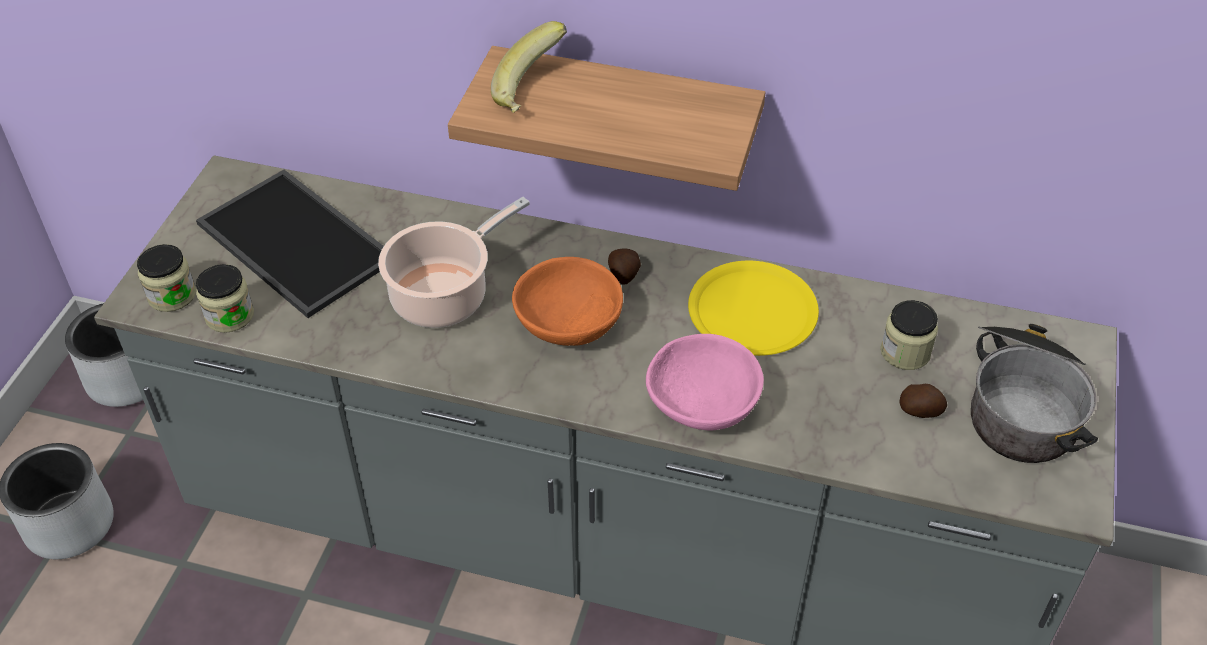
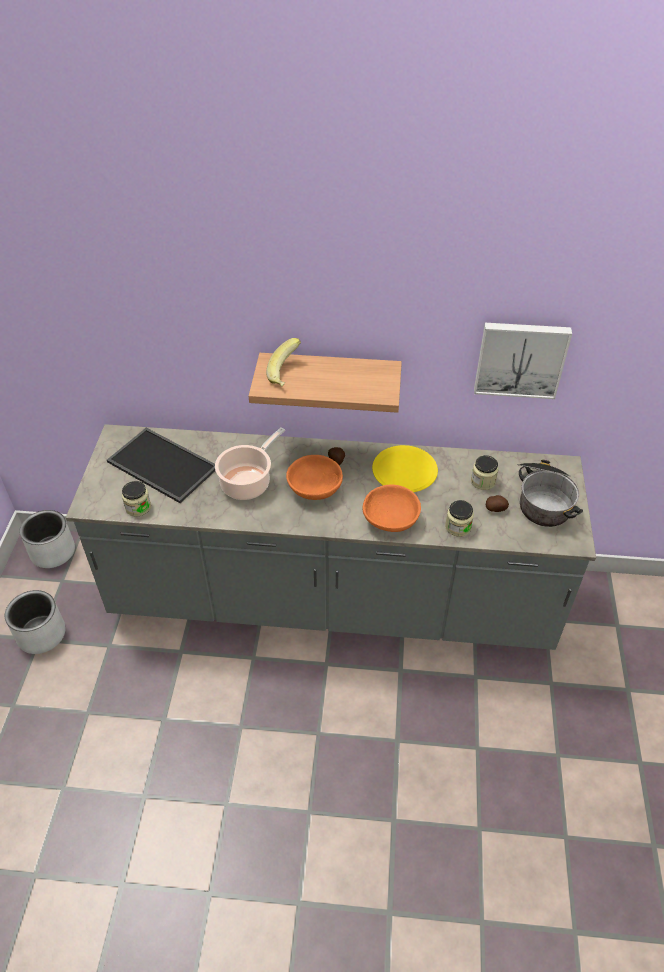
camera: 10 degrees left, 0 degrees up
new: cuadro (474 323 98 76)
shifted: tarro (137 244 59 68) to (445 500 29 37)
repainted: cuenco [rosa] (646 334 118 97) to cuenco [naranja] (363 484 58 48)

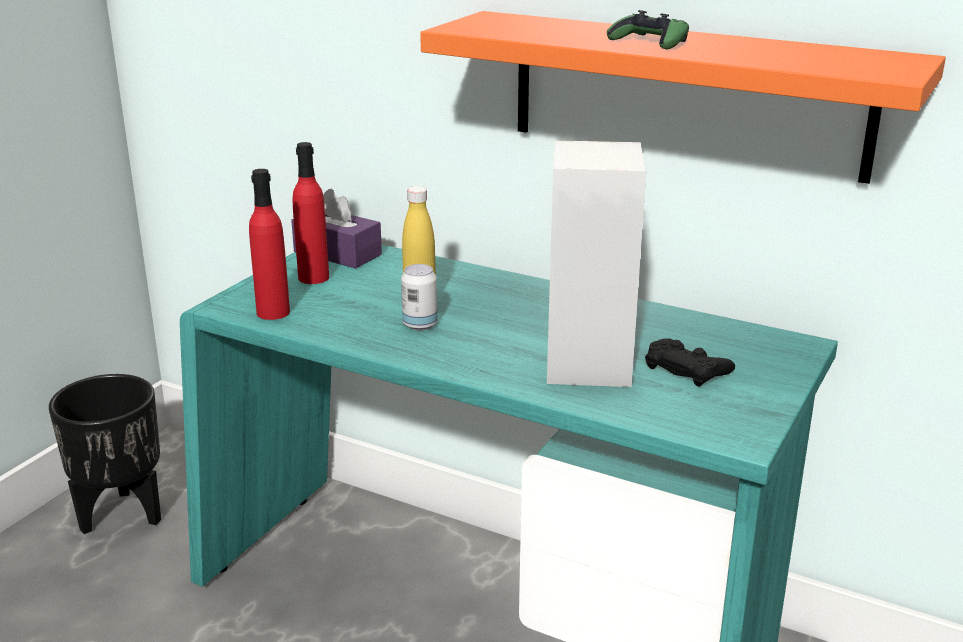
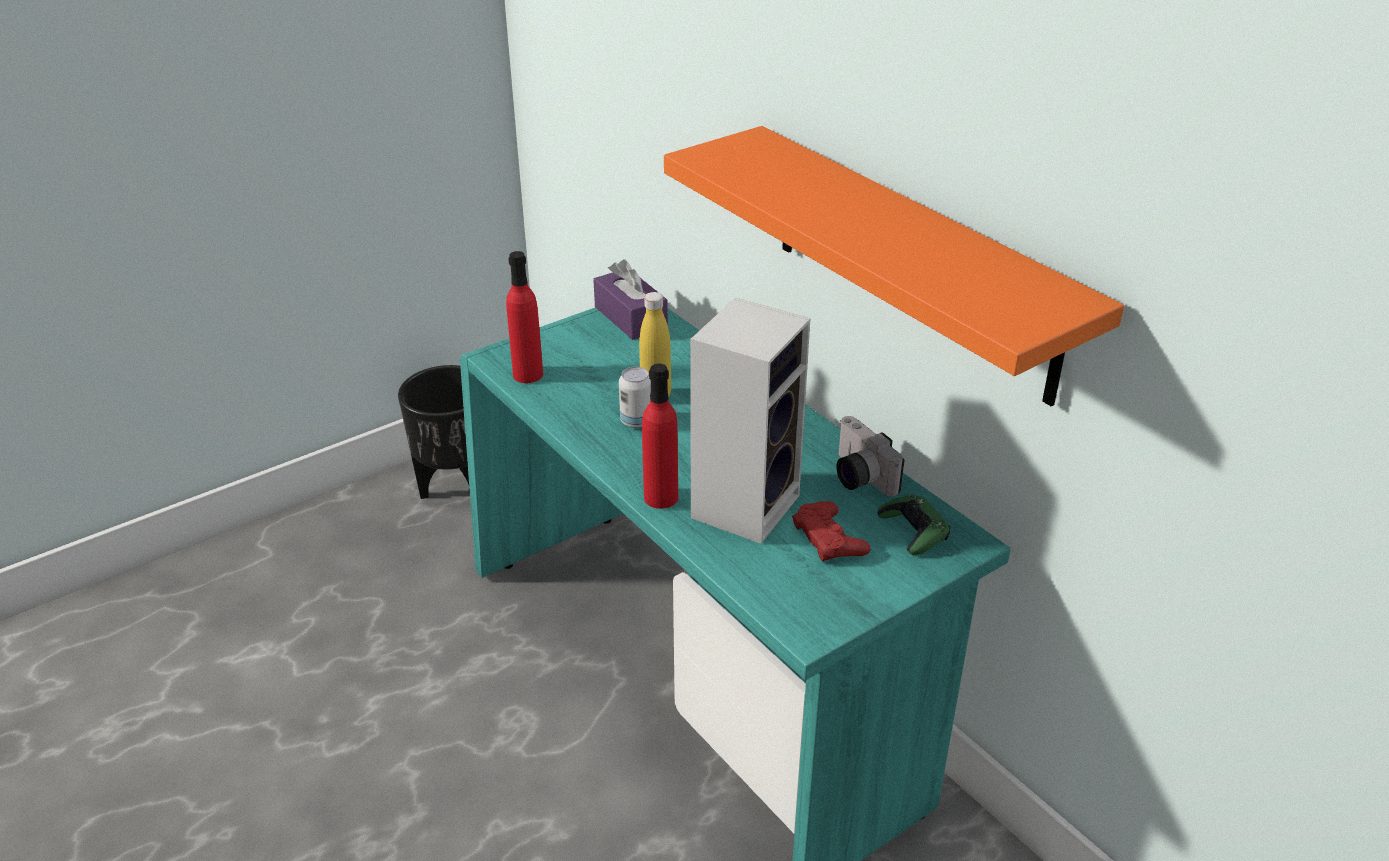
camera: 25 degrees right, 10 degrees up
new: cámara (836 416 69 81)
shifted: botella [rojo] (292 142 37 142) to (642 363 36 146); mando de consola [verde] (607 10 82 39) to (877 495 73 60)
repainted: mando de consola [negro] (645 339 90 48) to mando de consola [rojo] (792 501 79 61)

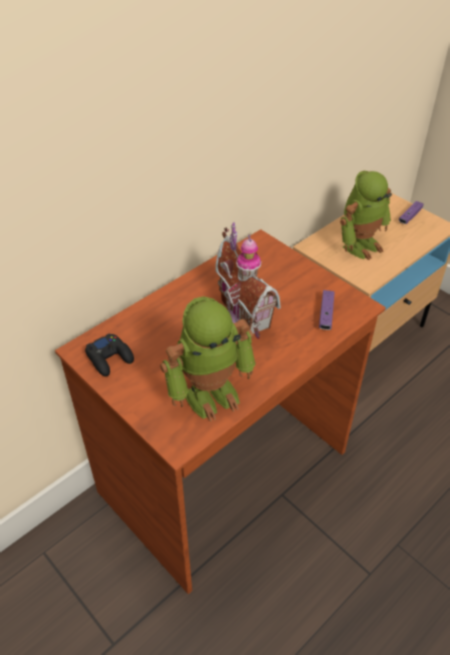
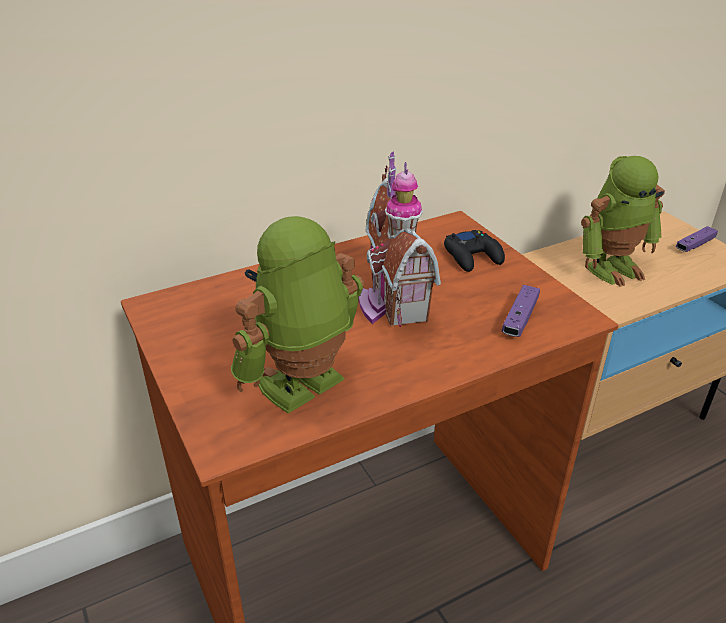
camera: 15 degrees right, 10 degrees down
shifted: mando de consola [negro] (85 333 49 44) to (444 230 61 42)
rotated: robot de juguete (160 296 96 126) = (231 216 133 198) 150 degrees clockwise

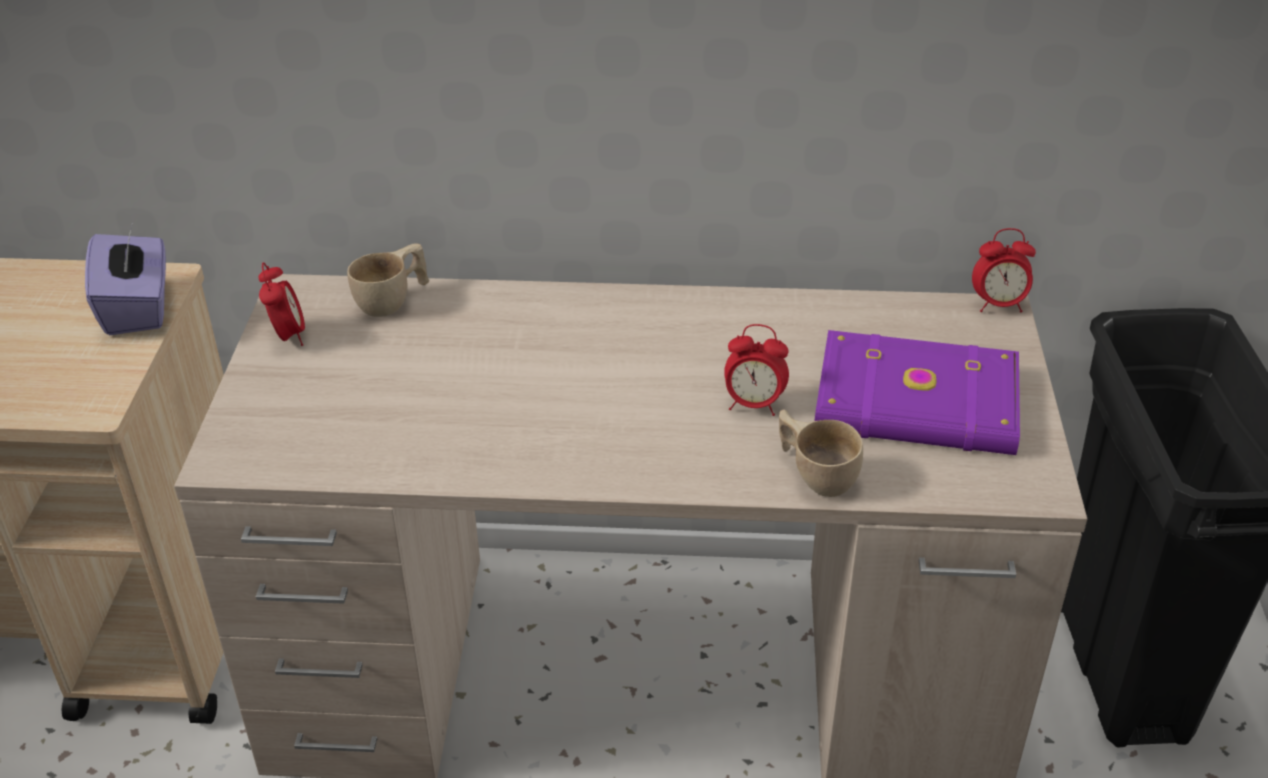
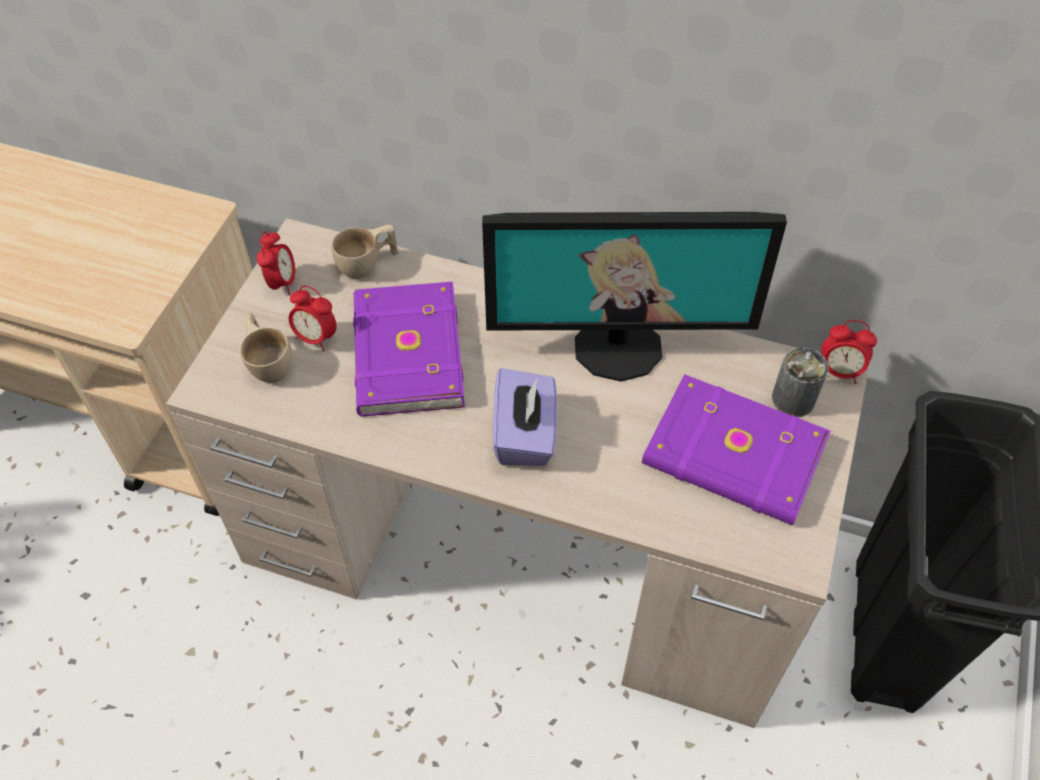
camera: 15 degrees right, 15 degrees up
new: libro [morado] (353 282 112 135); monitor (482 212 305 170); lata (772 348 57 69)
shifted: caja de pañuelos [morado] (85 223 81 112) to (493 368 64 98); despertador (724 324 65 92) to (289 286 48 65); taza [beis] (779 409 84 88) to (240 314 52 69)

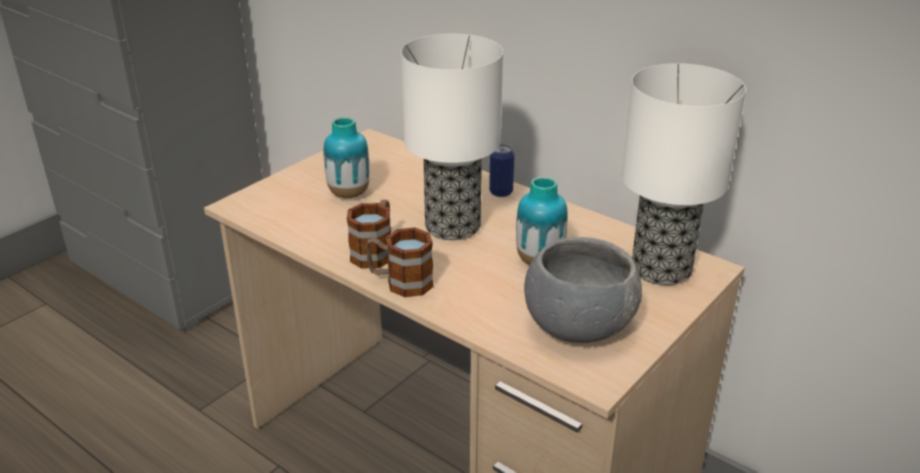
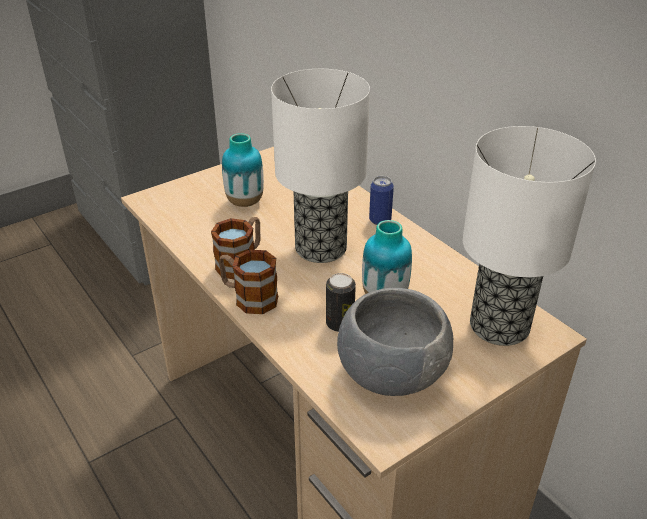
camera: 15 degrees right, 5 degrees up
new: lata (326 273 30 59)

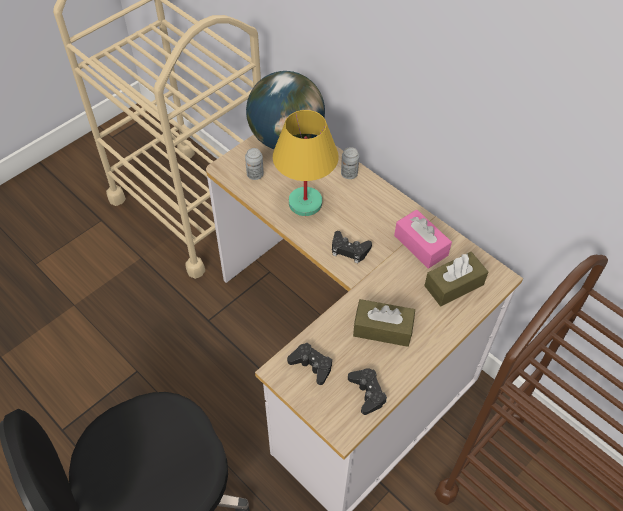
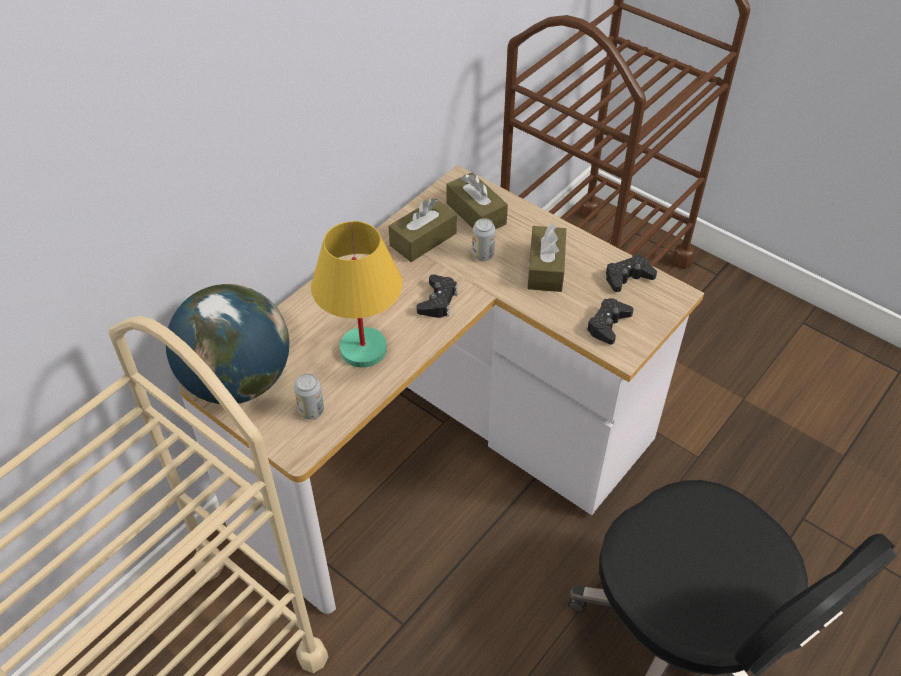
camera: 95 degrees left, 5 degrees down
shifted: lata (341 147 18 32) to (472 218 23 43)
repainted: caja de pañuelos [rosa] (394 210 58 59) to caja de pañuelos [marrón] (389 198 68 64)

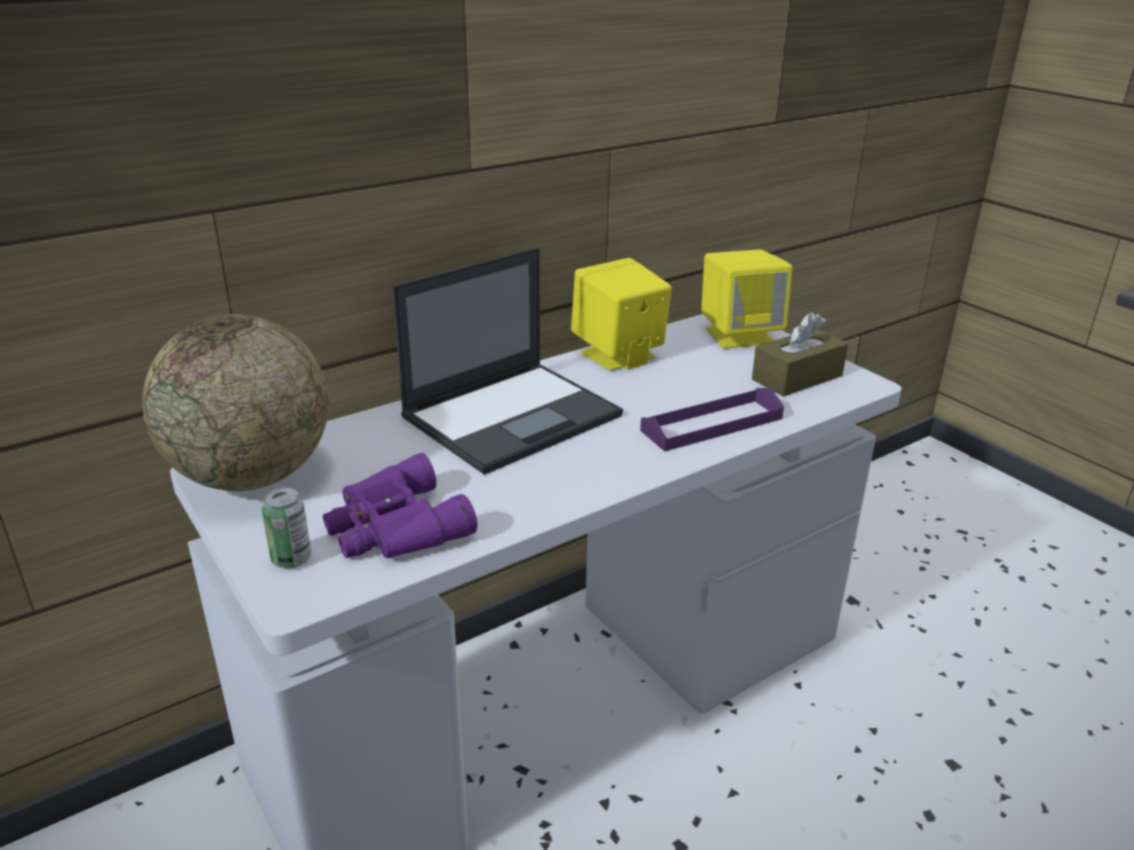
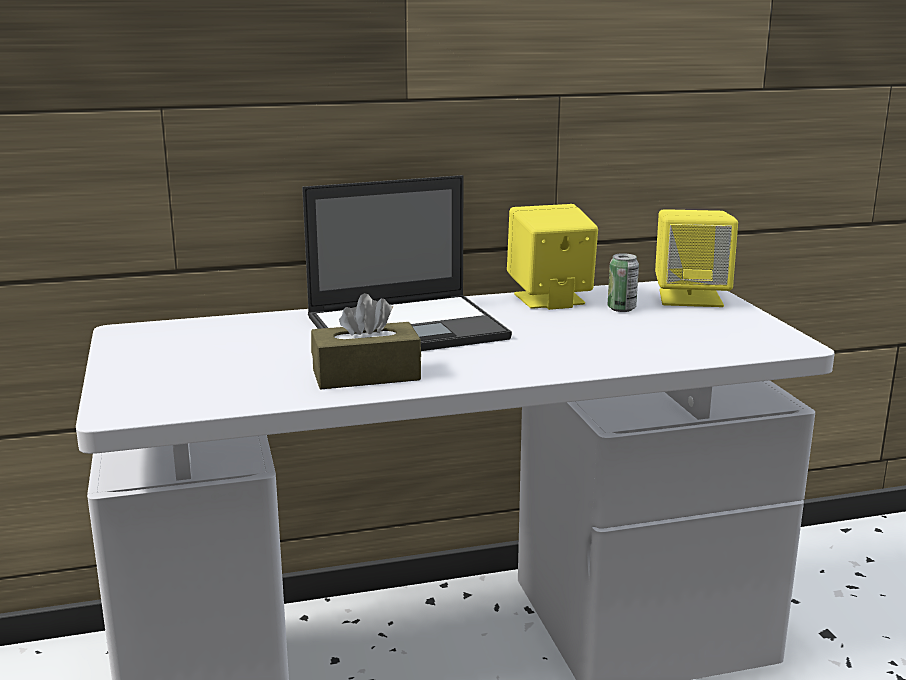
camera: 20 degrees right, 10 degrees down
gone: globo terráqueo (142 314 187 177); prismáticos [morado] (323 453 155 105); bandeja [morado] (640 388 144 64)
shifted: lata (262 488 49 80) to (608 253 31 59); caja de pañuelos [marrón] (752 312 96 85) to (311 293 110 96)

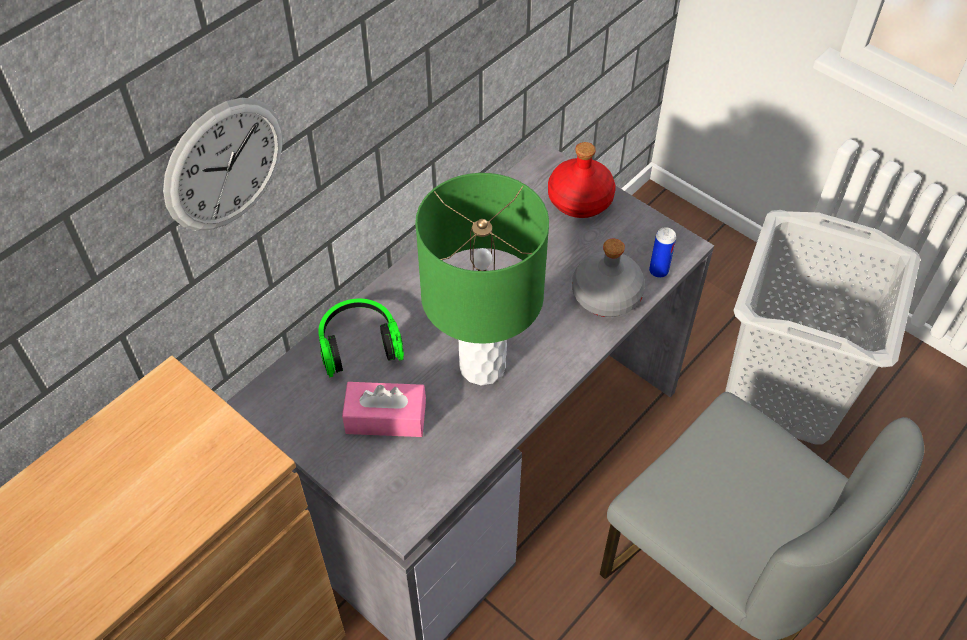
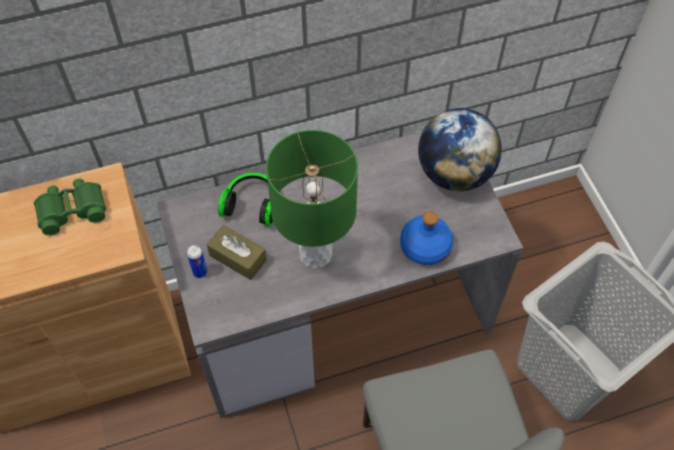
camera: 30 degrees right, 5 degrees up
gone: reloj de pared (163 98 120 133)
new: prismáticos [verde] (34 179 72 57)
shifted: lata (649 227 27 51) to (187 245 20 33)
swapped: botella [rojo] (548 142 68 76) to globo terráqueo (418 108 84 83)
repainted: caja de pañuelos [rosa] (342 382 84 55) to caja de pañuelos [marrón] (207 225 60 55); botella [gris] (572 239 73 78) to botella [azul] (400 211 53 54)

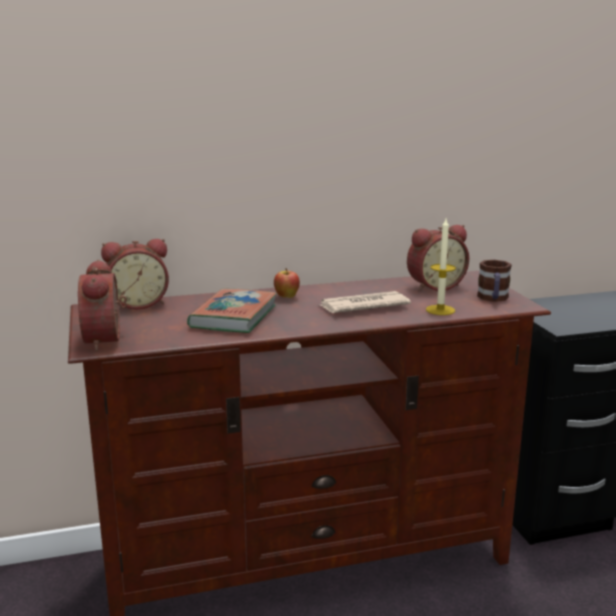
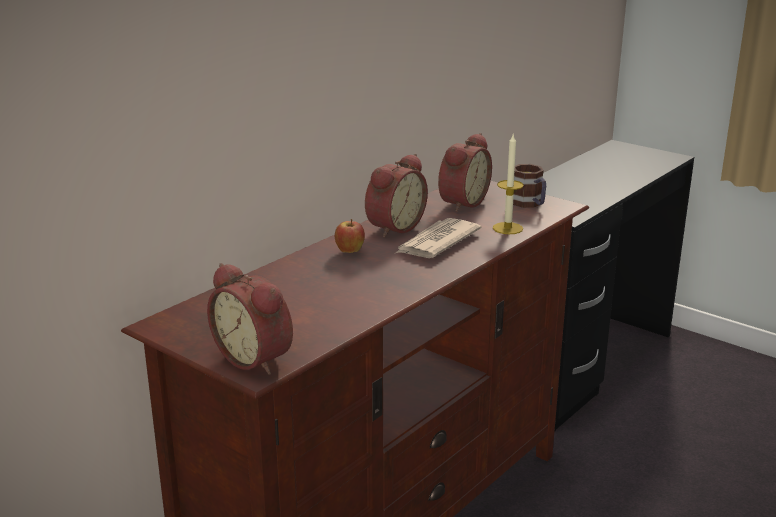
camera: 35 degrees left, 5 degrees up
gone: libro (187 288 90 45)
shifted: despertador (101 239 68 70) to (365 154 63 83)

